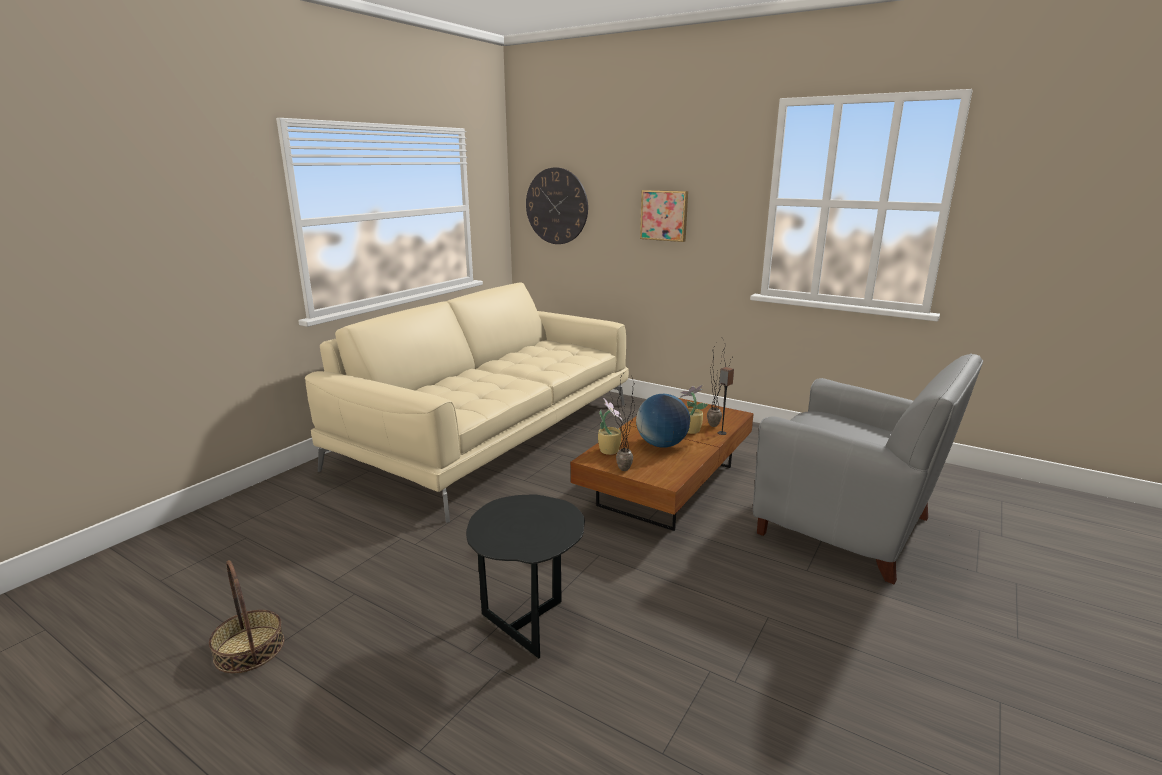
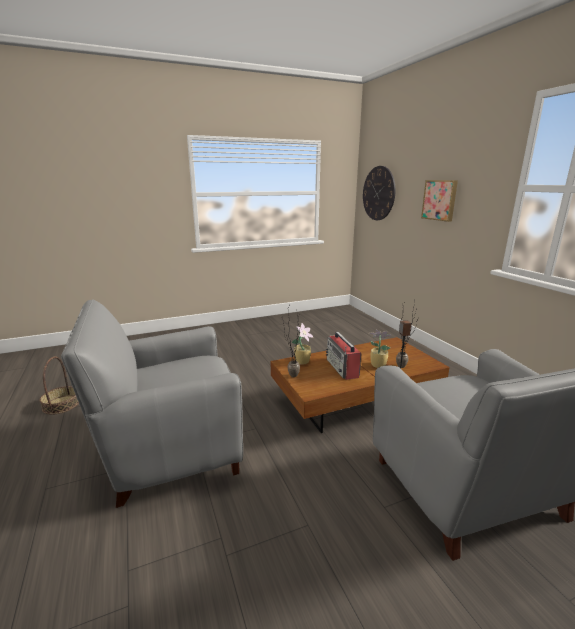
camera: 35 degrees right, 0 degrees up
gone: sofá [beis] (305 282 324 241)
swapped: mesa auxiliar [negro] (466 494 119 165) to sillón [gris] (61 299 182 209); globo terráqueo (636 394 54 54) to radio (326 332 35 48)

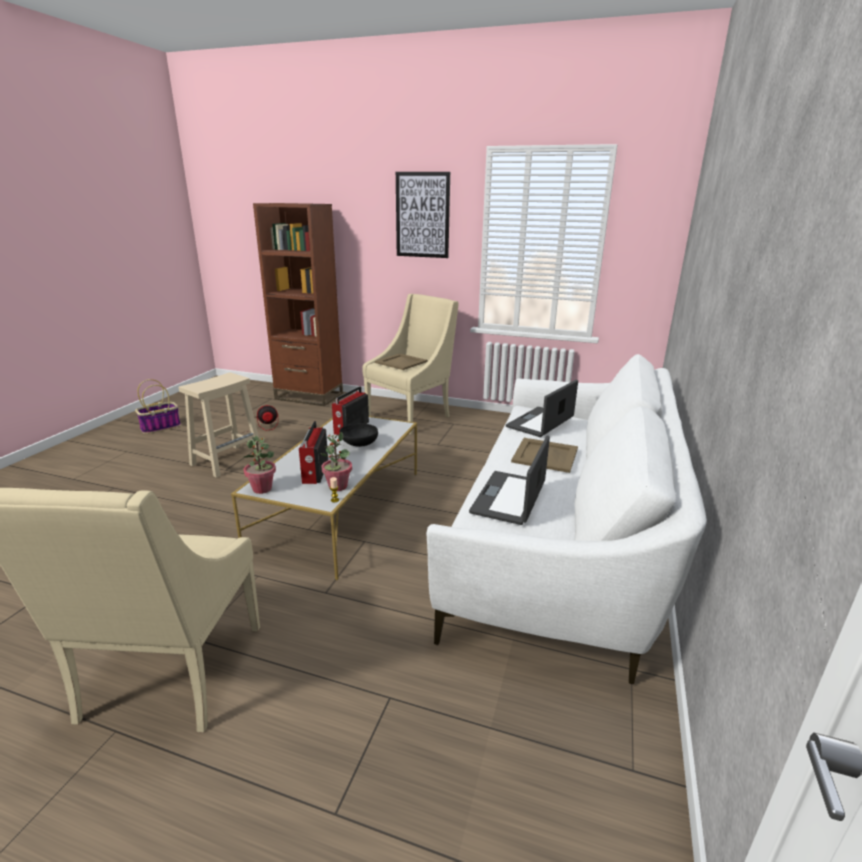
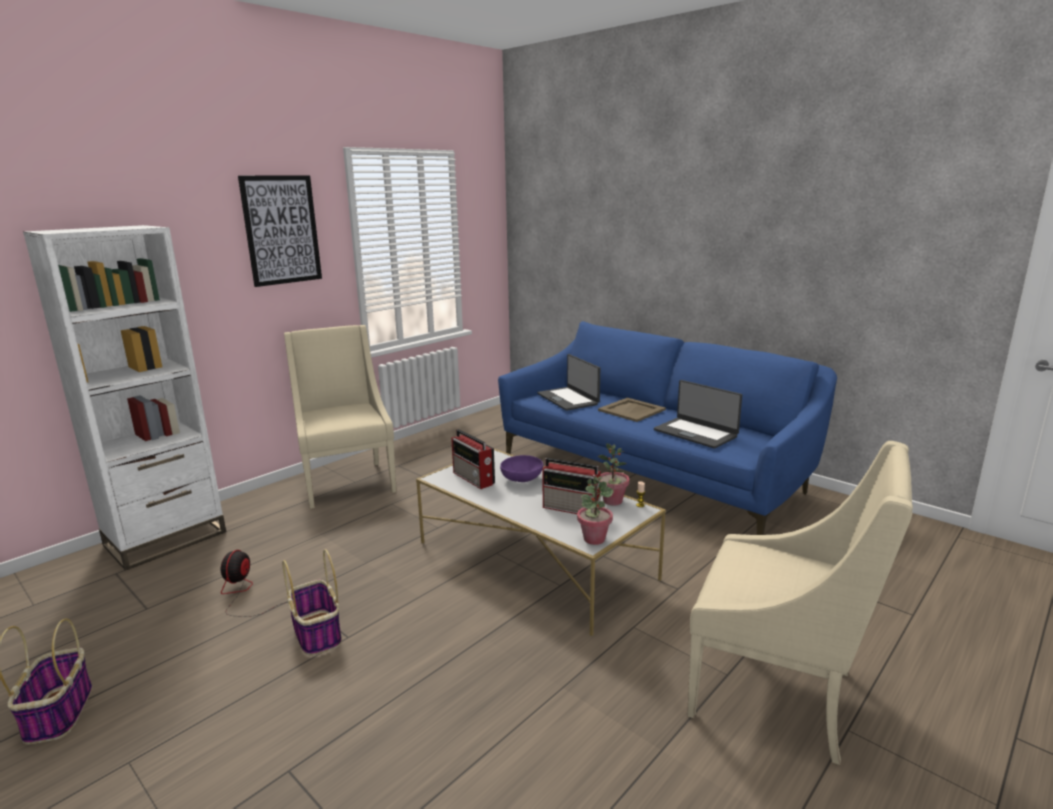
camera: 65 degrees left, 5 degrees down
gone: bandeja [beis] (375 353 53 17)
swapped: taburete [beis] (179 373 84 105) to cesta (282 549 60 107)
repainted: estantería [marrón] (253 203 90 203) to estantería [blanco] (23 225 203 346); cuenco [negro] (339 423 39 24) to cuenco [morado] (500 455 43 27); sofá [blanco] (426 354 281 330) to sofá [azul] (498 321 339 214)

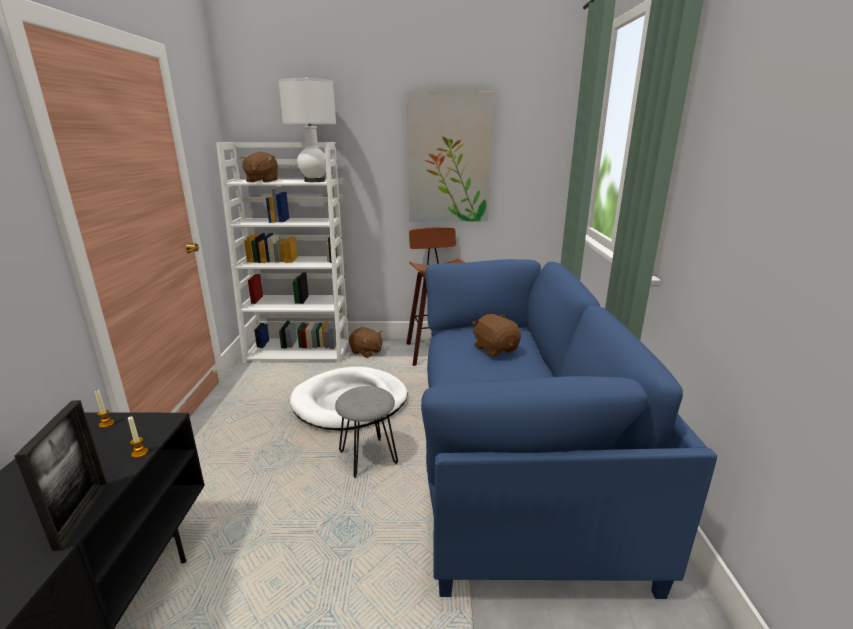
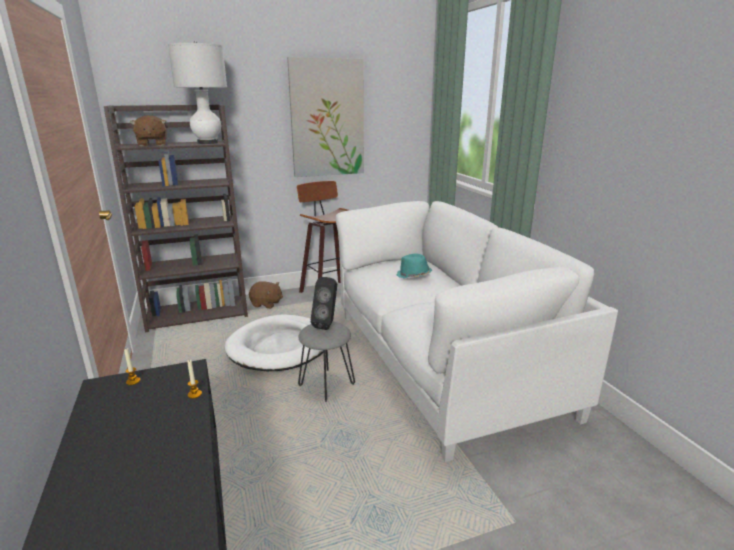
camera: 20 degrees left, 0 degrees up
gone: portarretratos (14 400 93 151)
new: altavoz [negro] (311 277 26 53)
swapped: peluche [marrón] (472 314 49 43) to sombrero [turquesa] (396 253 36 25)
repainted: estantería [blanco] (216 142 133 221) to estantería [marrón] (104 104 144 229); sofá [azul] (421 259 296 340) to sofá [blanco] (336 201 282 261)

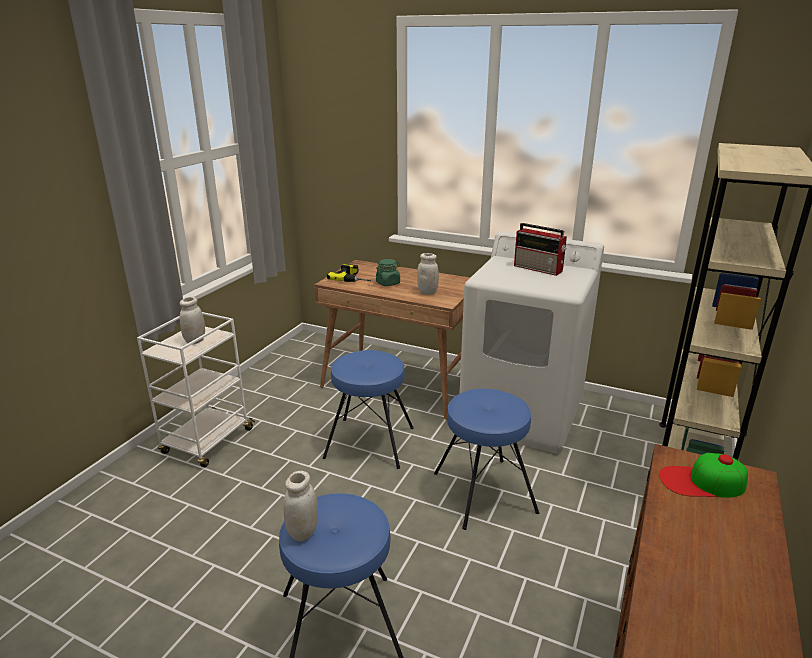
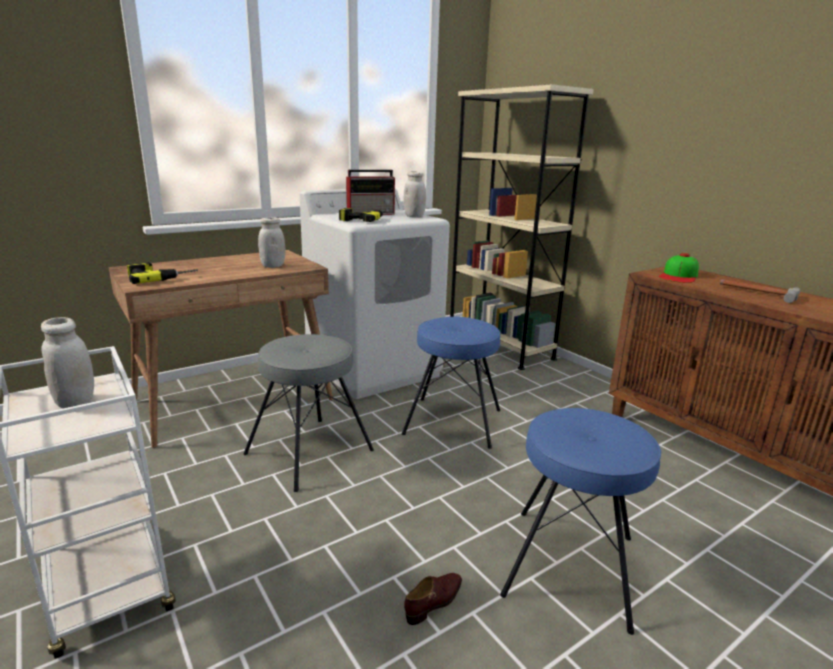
camera: 60 degrees left, 5 degrees down
gone: tarro [verde] (376 259 24 27)
new: taladro (339 208 47 14); zapato [marrón] (404 573 58 52); martillo (720 279 80 24)
shifted: tarro [blanco] (283 471 35 70) to (404 171 22 46)
repainted: taburete [azul] (323 350 91 119) to taburete [gris] (243 334 131 158)

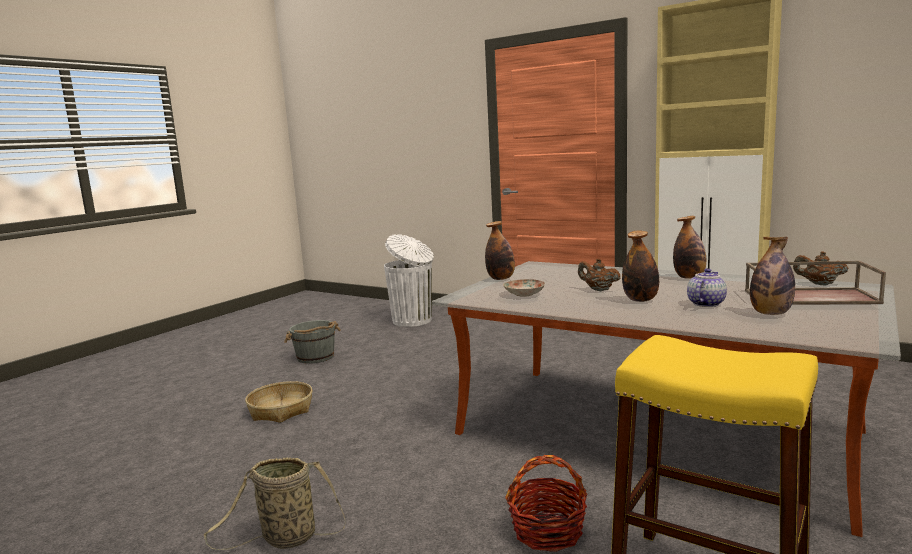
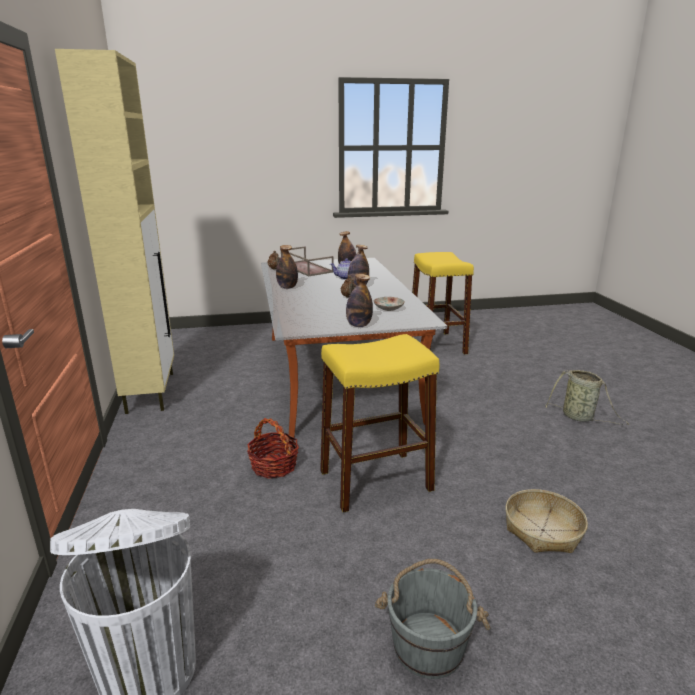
camera: 135 degrees left, 10 degrees up
new: taburete [amarillo] (320 334 119 178)
shifted: cesta (505 455 82 97) to (247 418 52 61)

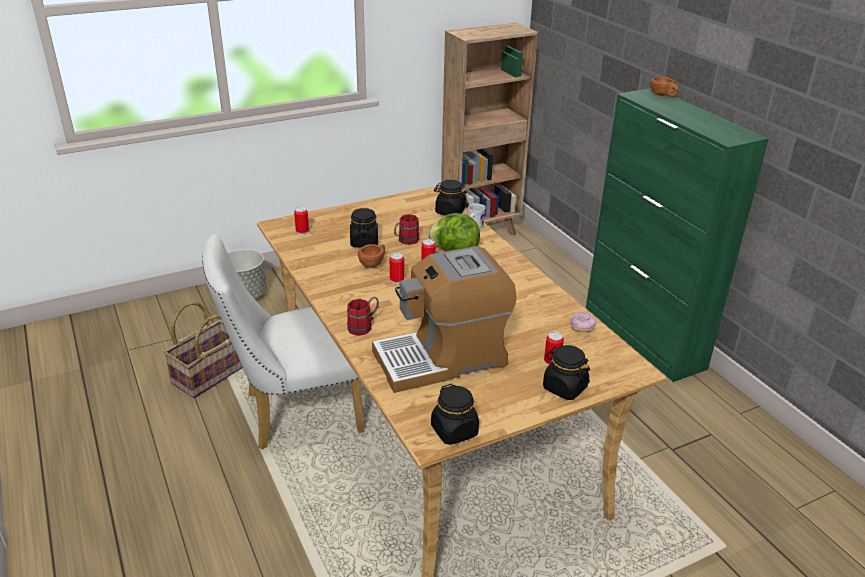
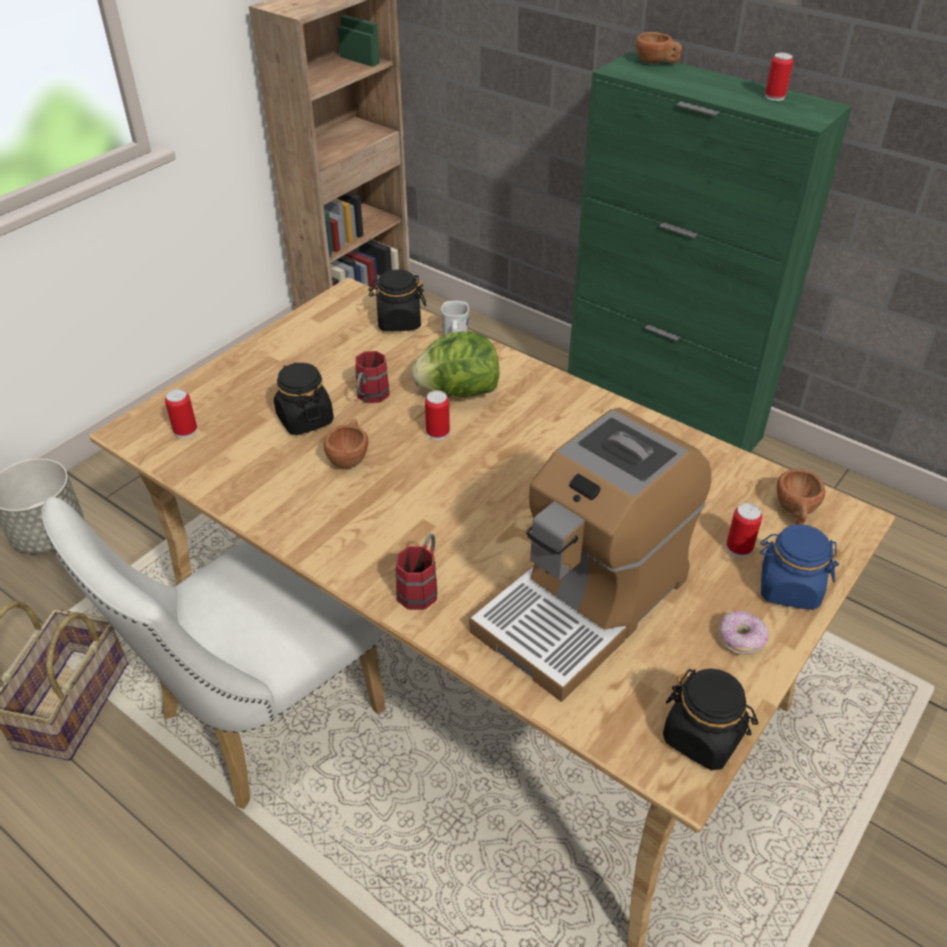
camera: 25 degrees left, 10 degrees up
new: taza [marrón] (777 469 48 56)
shifted: lata (390 253 14 31) to (765 53 28 48); rosquilla (570 311 26 21) to (719 611 50 44)
repainted: tarro [negro] (543 345 47 55) to tarro [azul] (760 524 81 86)

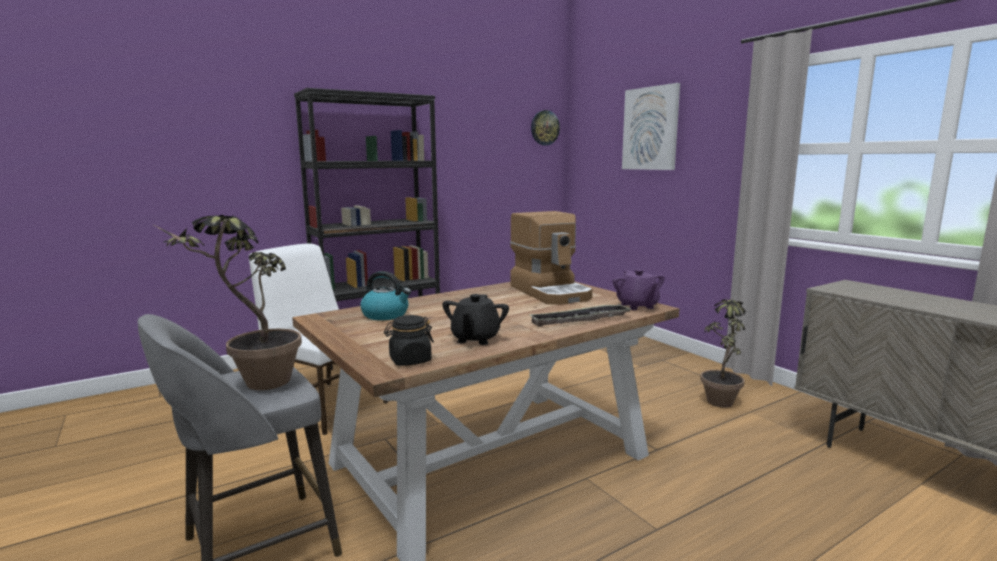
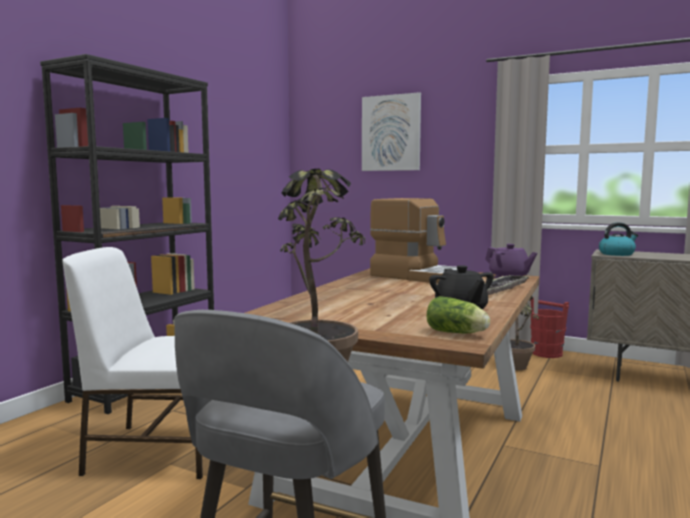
camera: 30 degrees left, 5 degrees down
gone: reloj de pared (531 110 29 35)
new: cubo [rojo] (530 298 39 60)
shifted: hervidor (361 271 50 49) to (599 222 39 34)
swapped: tarro [negro] (384 315 50 51) to lechuga (427 296 63 37)

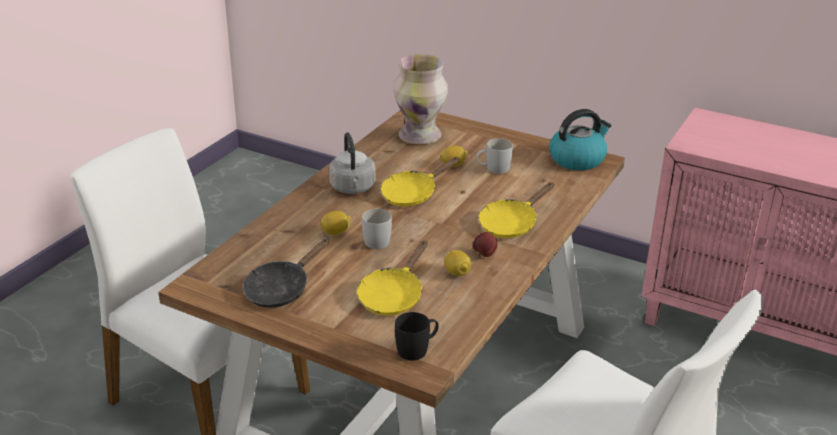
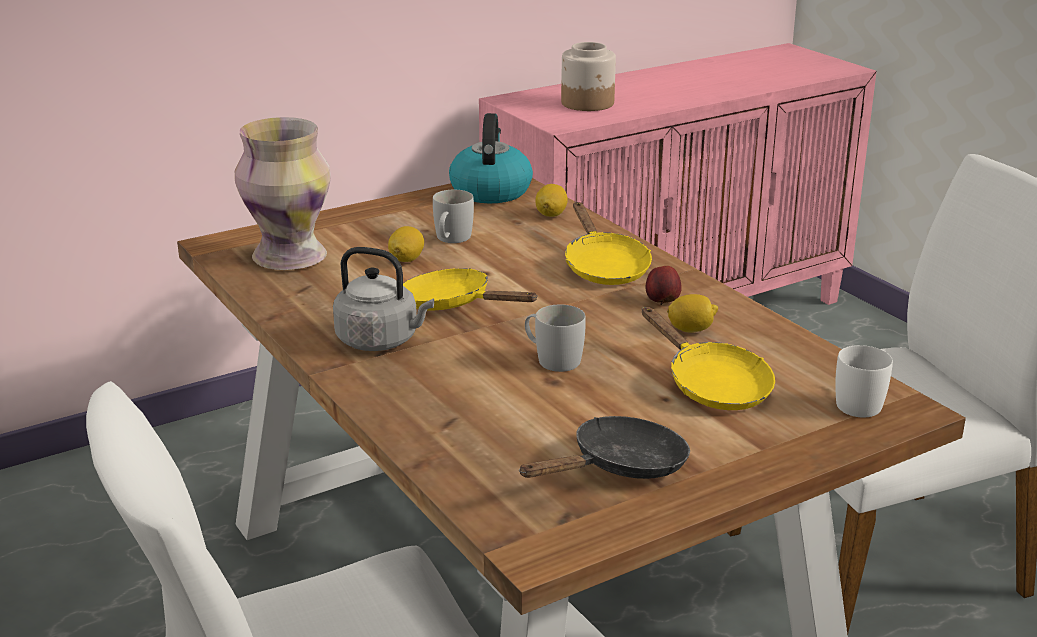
camera: 60 degrees left, 5 degrees down
new: tarro (561 42 55 69)
shifted: limón (320 211 31 24) to (535 184 33 33)
repainted: taza grande [negro] (395 312 44 48) to taza grande [blanco] (835 345 58 72)
rotated: sartén [negro] (243 238 87 70) = (519 416 171 63) 105 degrees counterclockwise; sartén [amarillo] (380 157 80 50) = (403 268 135 42) 135 degrees clockwise

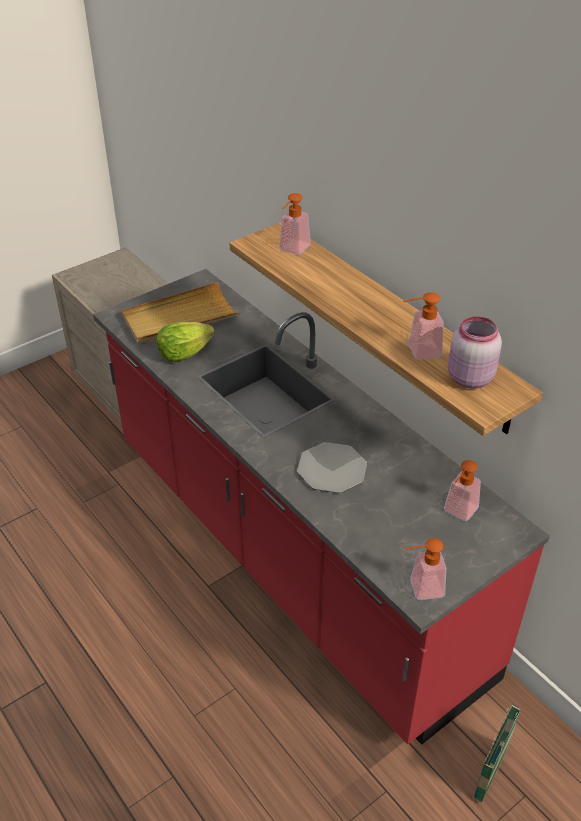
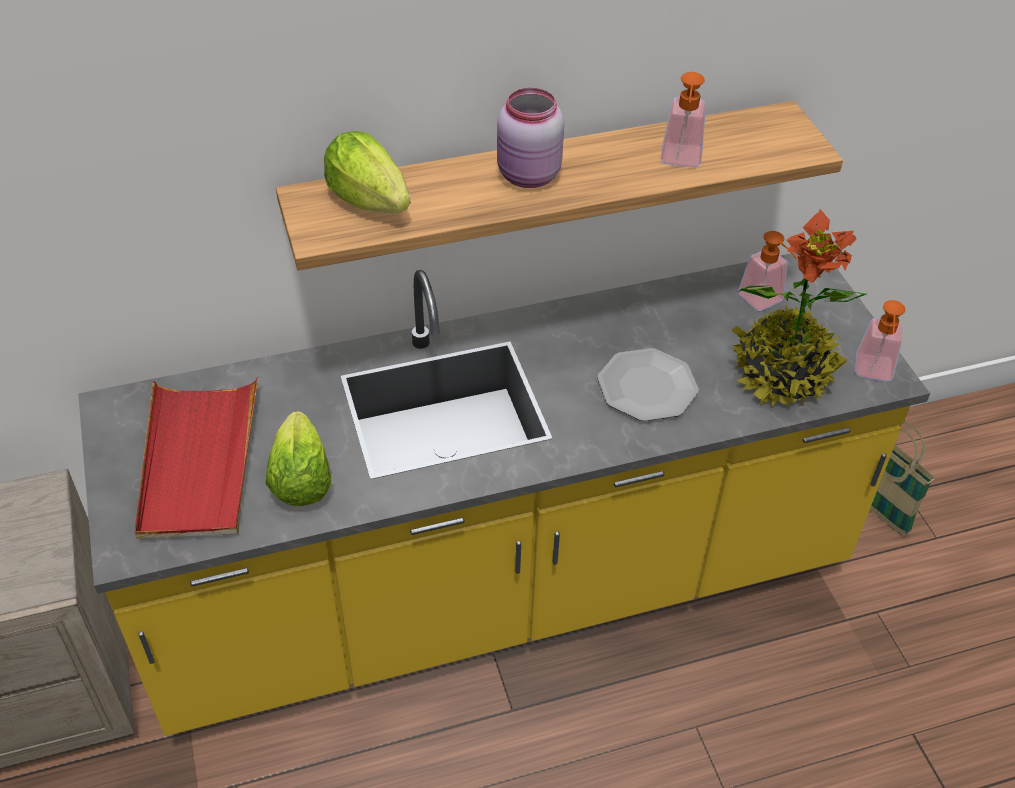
camera: 70 degrees left, 5 degrees up
new: planta en maceta (731 209 136 198)
shifted: tarro [rosa] (448 316 54 73) to (497 88 67 100)
swapped: dispensador de jabón (279 193 32 62) to lechuga (324 131 87 82)
repainted: mueble bajo de cocina [rojo] (93 269 456 476) to mueble bajo de cocina [amarillo] (78 253 852 483); bandeja [beis] (121 282 119 63) to bandeja [rojo] (135 377 123 162)

